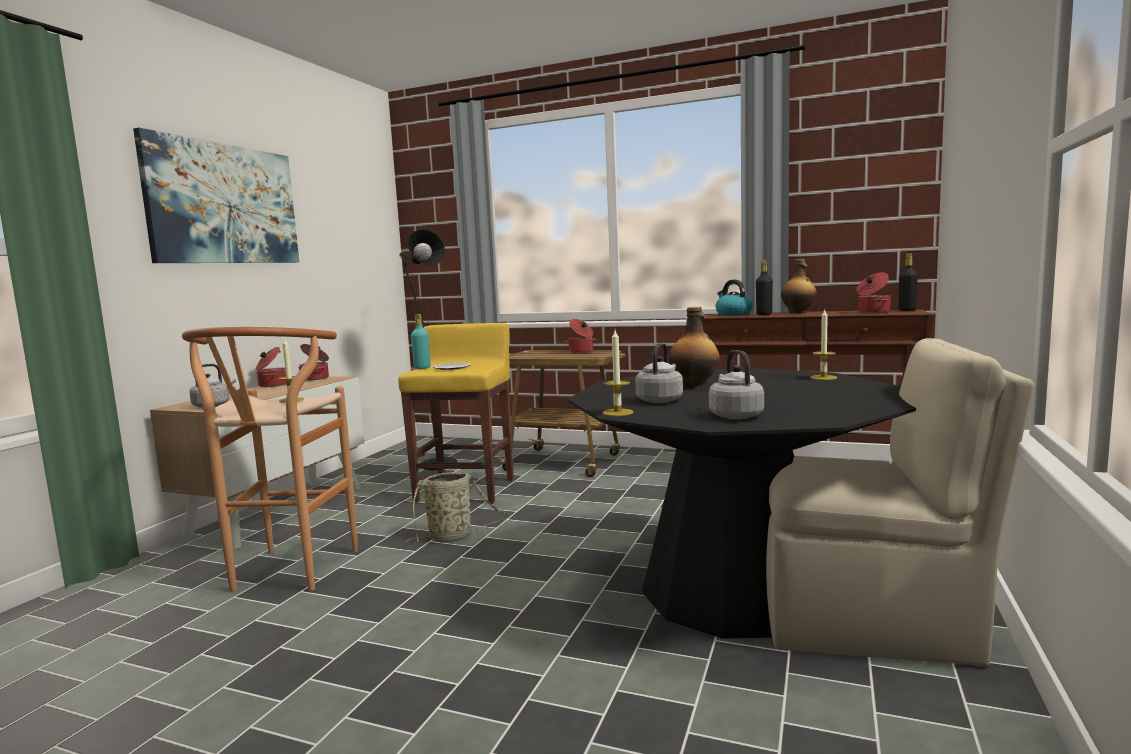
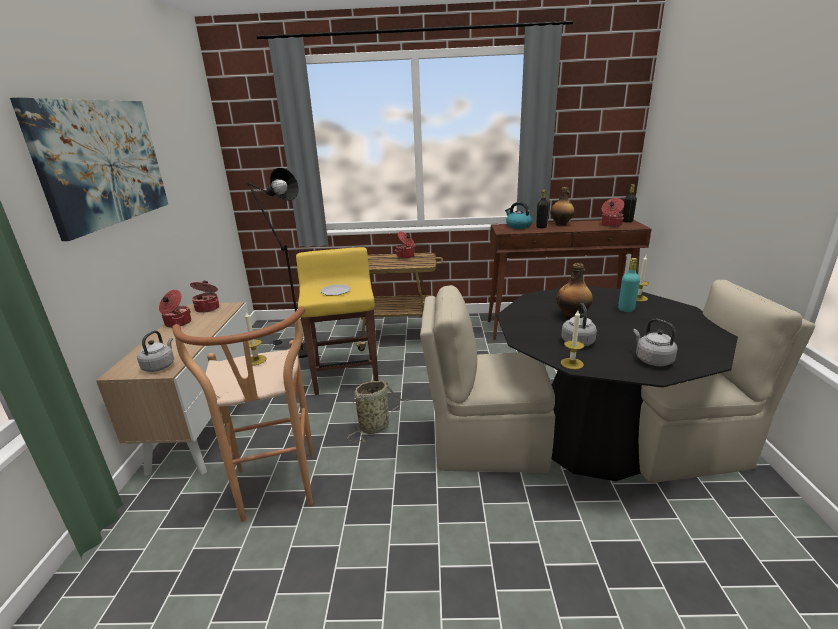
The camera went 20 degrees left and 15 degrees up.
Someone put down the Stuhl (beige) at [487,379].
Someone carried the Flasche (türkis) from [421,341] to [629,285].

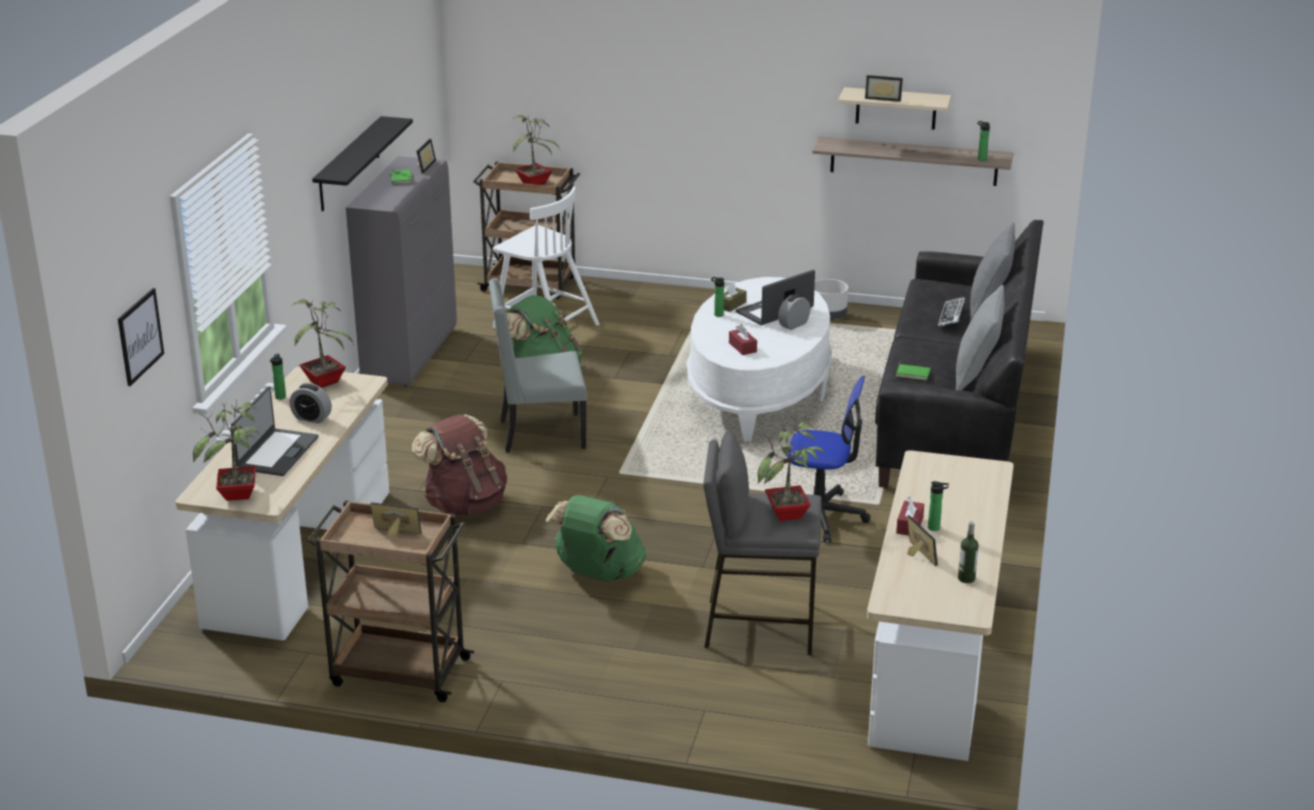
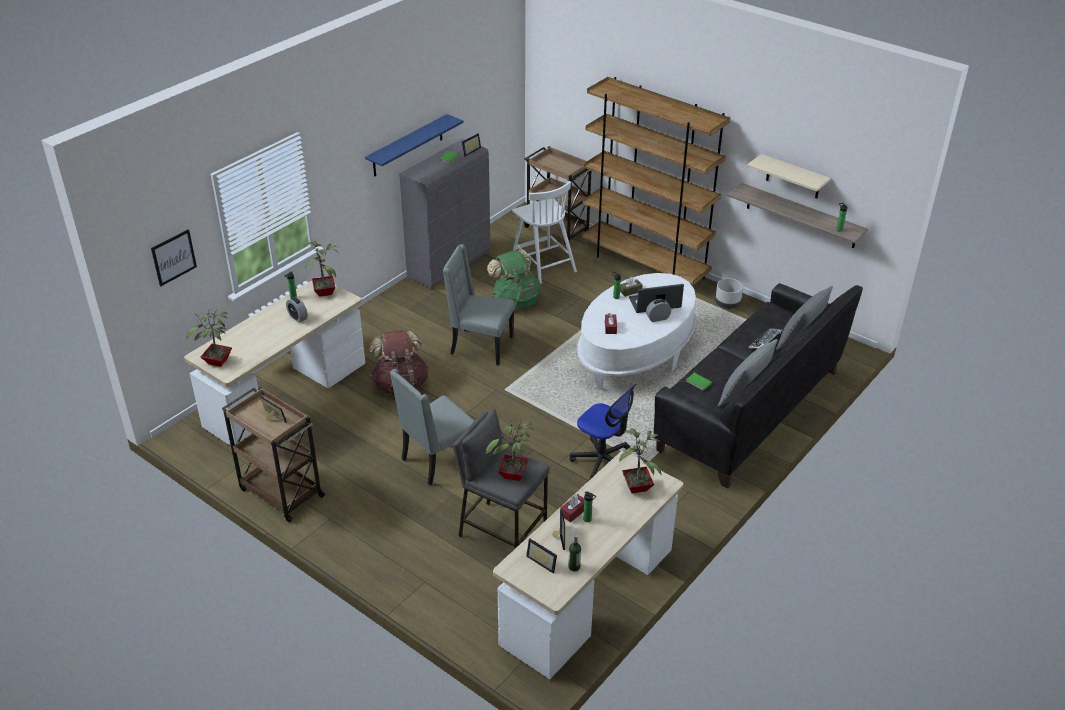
The camera went 25 degrees right and 10 degrees up.
Someone repainted the Wandregal (schwarz) at [362,163], which became the Wandregal (blau) at [414,145].
Someone swapped the Rucksack (grün) at [596,538] for the Stuhl (grau) at [432,427].
Someone carried the Bilderrahmen from [884,88] to [541,555].
Someone put down the Bücherregal (braun) at [655,181].
Someone carried the Topfpflanze from [535,150] to [640,460].
Someone took away the Laptop at [274,431].

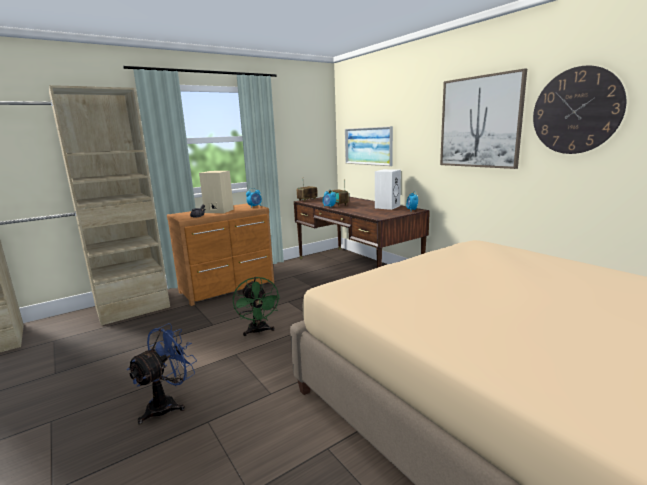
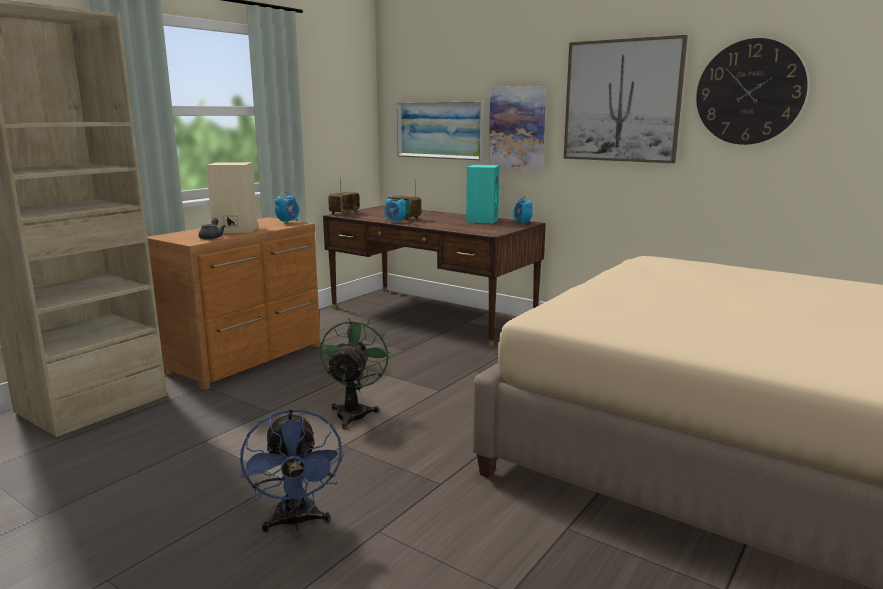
The camera went 20 degrees left and 0 degrees up.
Someone rotated the Ventilator (blau) at [162,373] by 150 degrees clockwise.
Someone rotated the Ventilator (grün) at [256,306] by 135 degrees counterclockwise.
Someone repainted the Lautsprecher (weiß) at [388,189], which became the Lautsprecher (türkis) at [483,194].
Someone put up the Bild at [517,128].

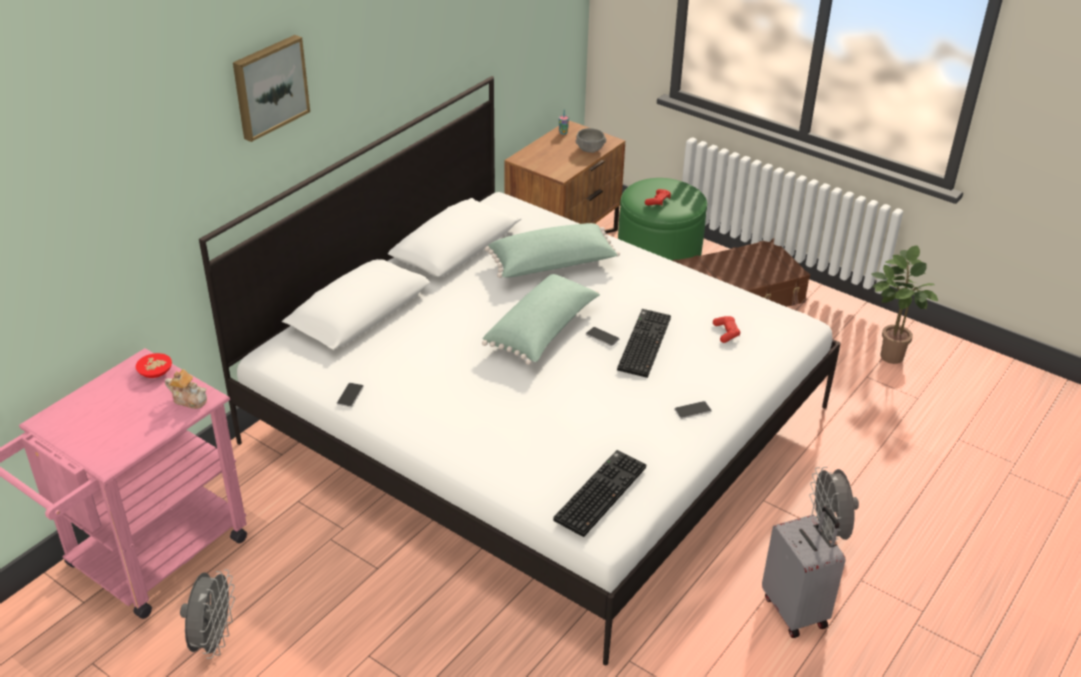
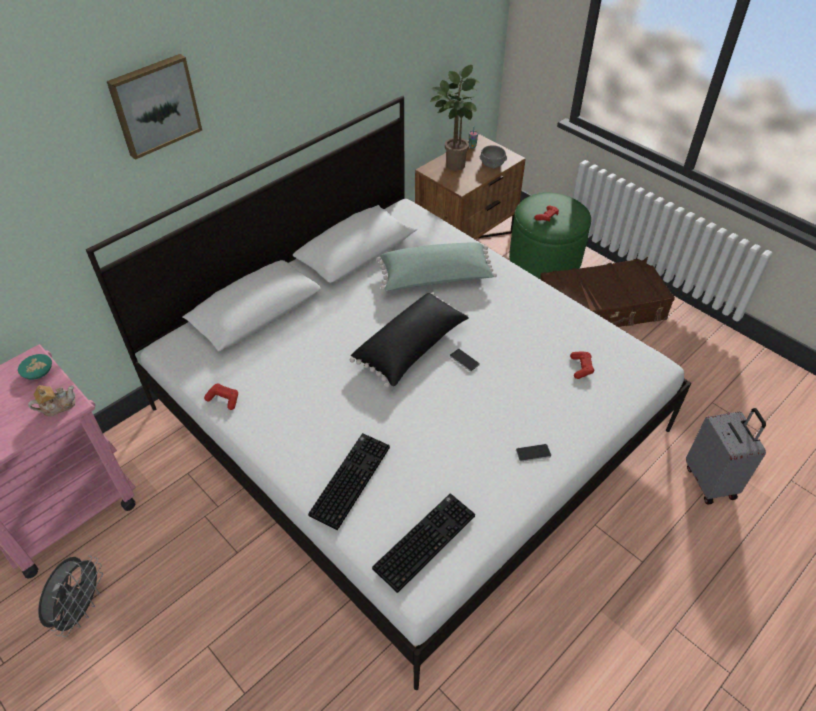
The camera went 10 degrees right and 10 degrees up.
Someone repainted the Schüssel (rot) at [154,365], which became the Schüssel (türkis) at [35,367].
Someone rotated the Teekanne at [186,389] by 60 degrees counterclockwise.
Someone swapped the Handy at [350,395] for the Gamepad (rot) at [221,396].
Someone carried the Tastatur from [644,343] to [349,481].
Someone repainted the Kissen (grün) at [541,319], which became the Kissen (schwarz) at [409,340].
Someone carried the Topfpflanze from [904,305] to [455,118].
Someone carried the Koffer (grau) from [803,572] to [726,456].
Someone took away the Ventilator (grau) at [834,504].

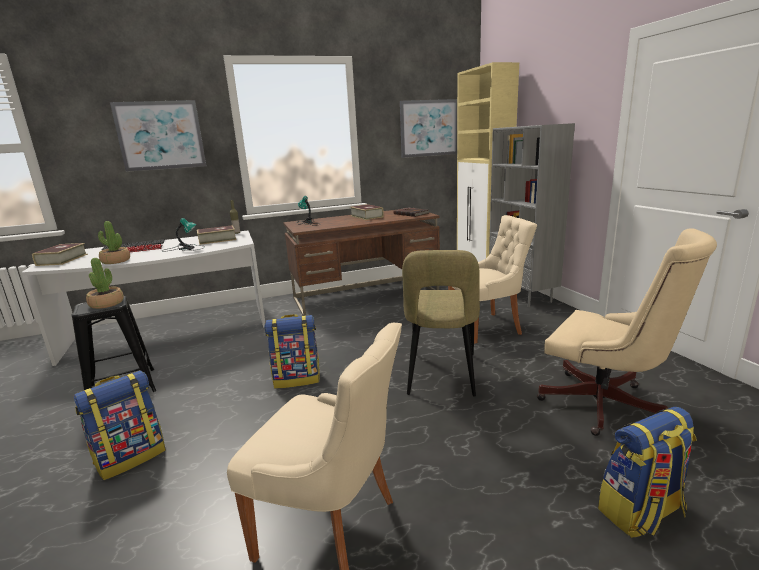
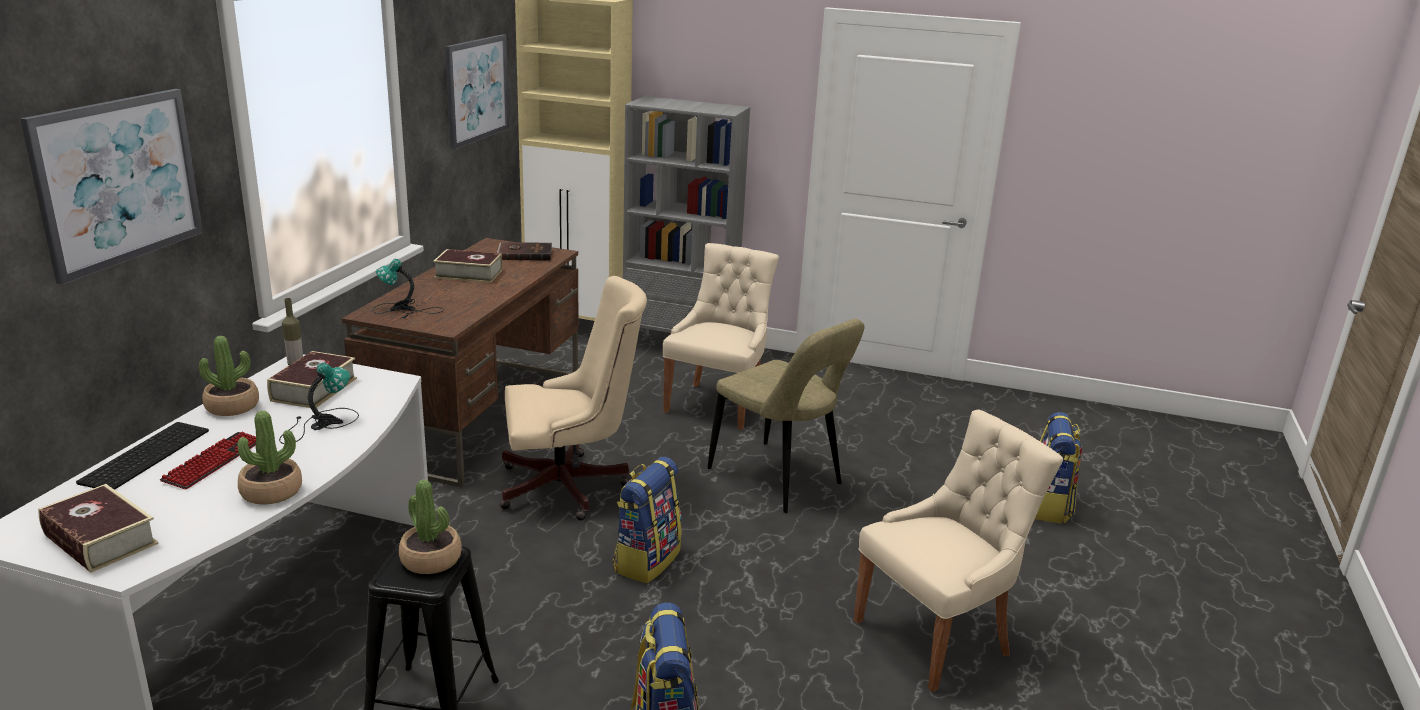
The camera went 55 degrees left and 5 degrees up.
Someone put down the Topfpflanze at [229,376].
Someone carried the Bürostuhl (beige) from [627,332] to [573,398].

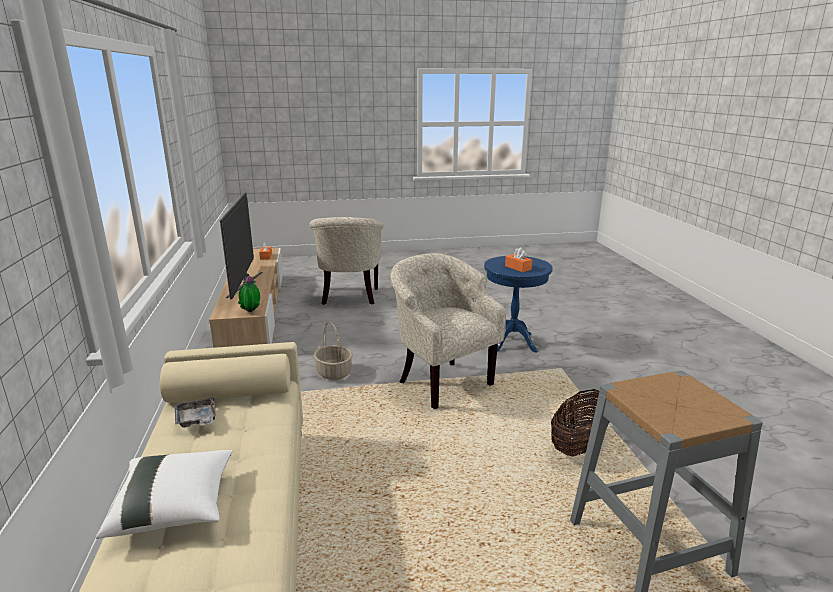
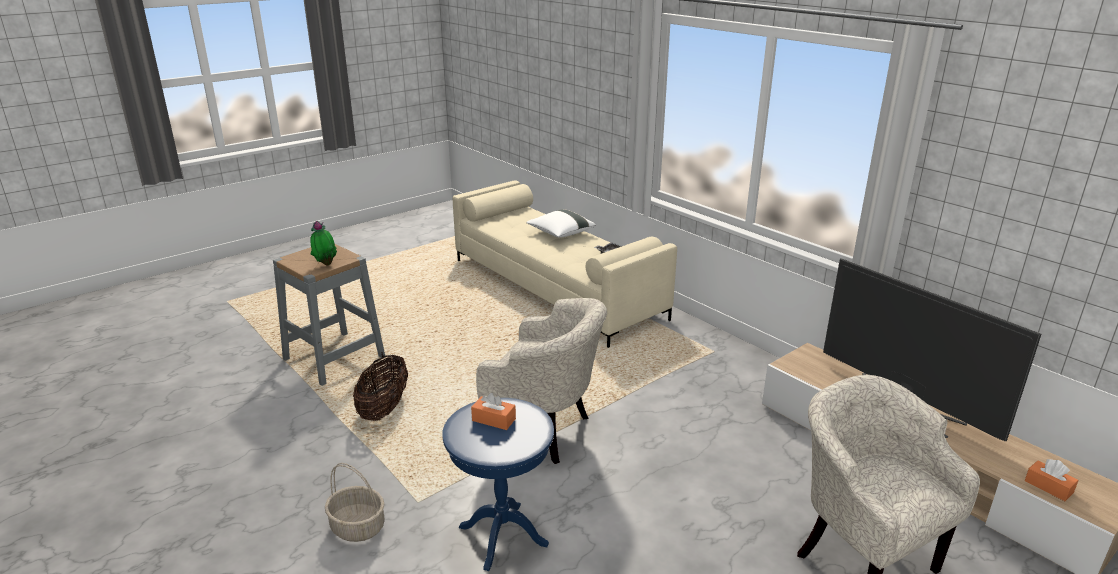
The camera went 150 degrees right and 5 degrees up.
Someone carried the Topfpflanze from [249,294] to [323,243].
Someone carried the Korb from [333,350] to [355,502].

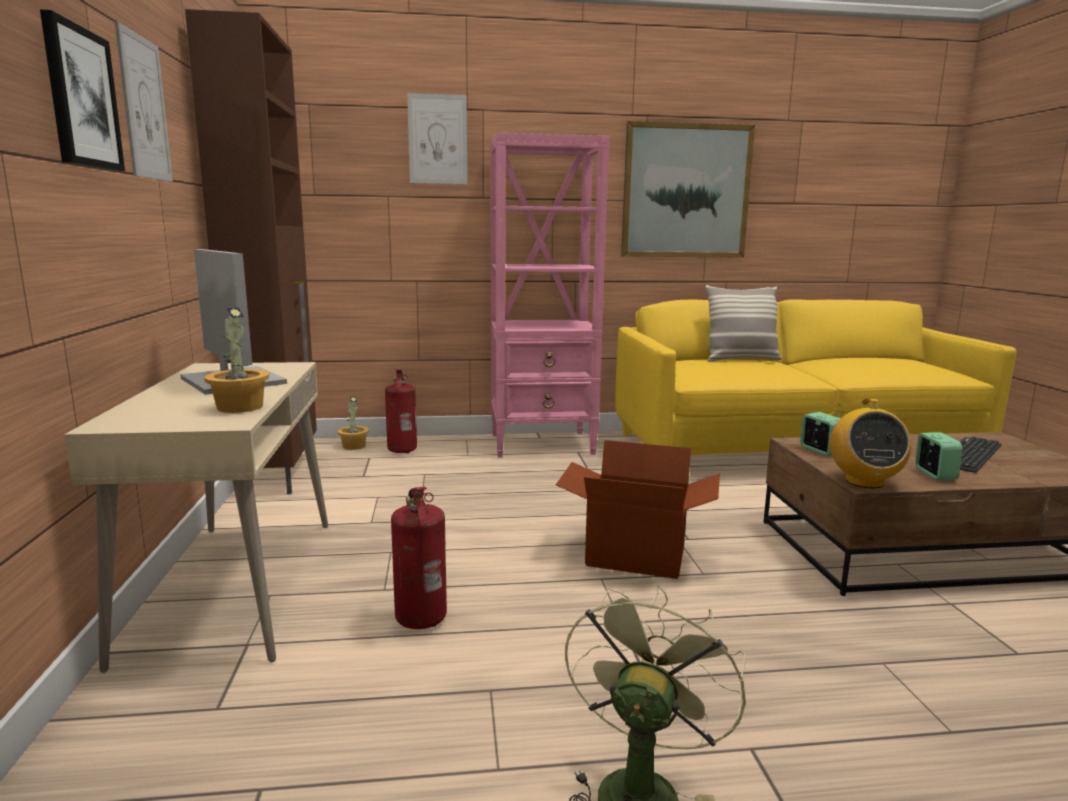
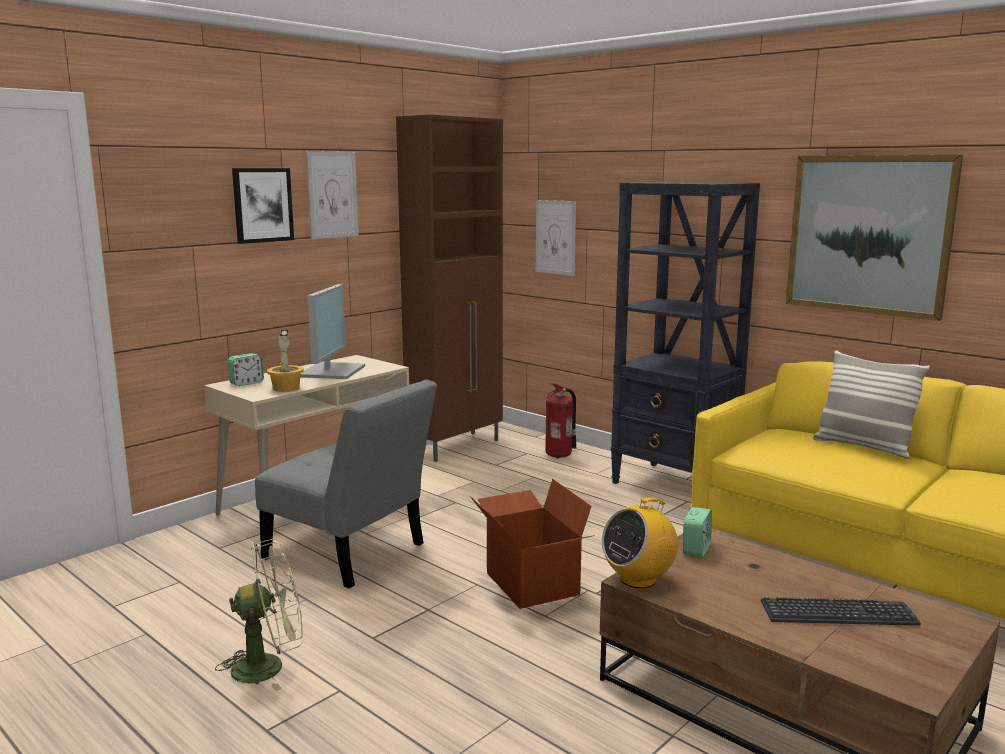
The camera went 50 degrees right and 0 degrees up.
Someone carried the Wecker from [939,456] to [245,369].
Someone swapped the Feuerlöscher at [419,558] for the Stuhl (grau) at [346,484].
Someone carried the Bild from [437,138] to [556,238].
Someone repainted the Bücherregal (rosa) at [550,294], which became the Bücherregal (schwarz) at [685,333].
Someone took away the Topfpflanze at [353,423].

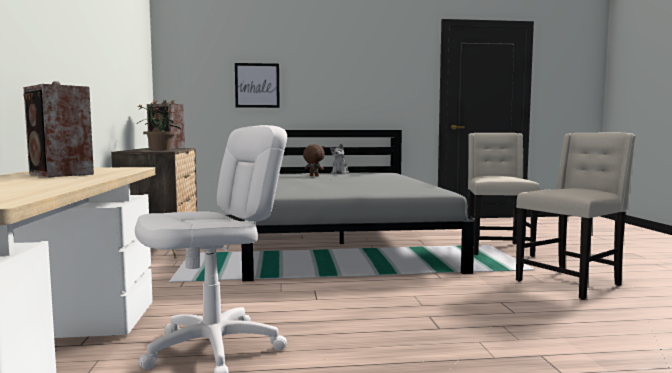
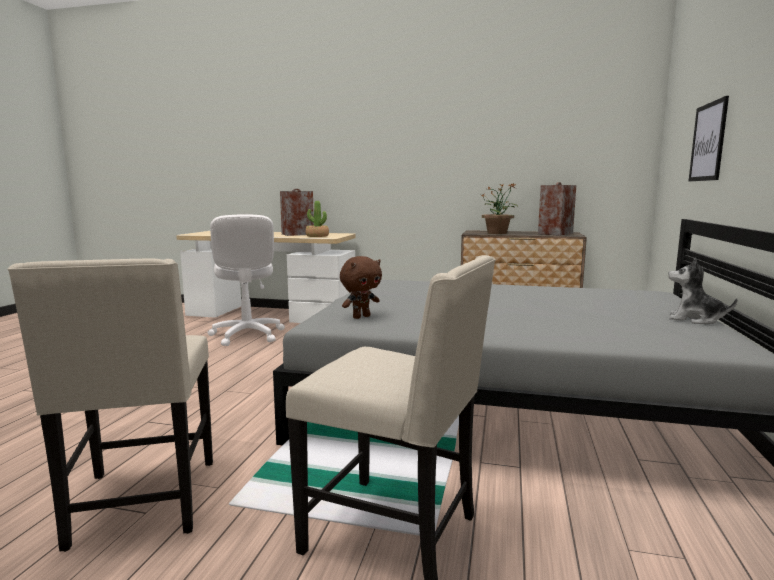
The camera went 110 degrees right and 5 degrees up.
Someone put down the Topfpflanze at [317,219].
Someone carried the Plüschtier (braun) from [314,160] to [361,287].

